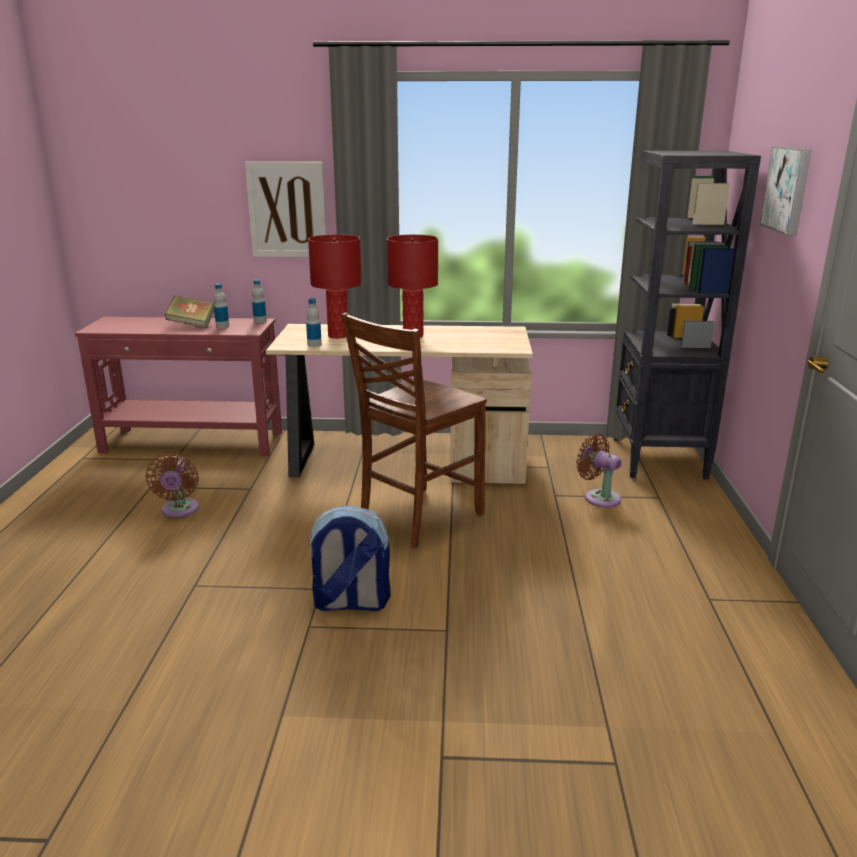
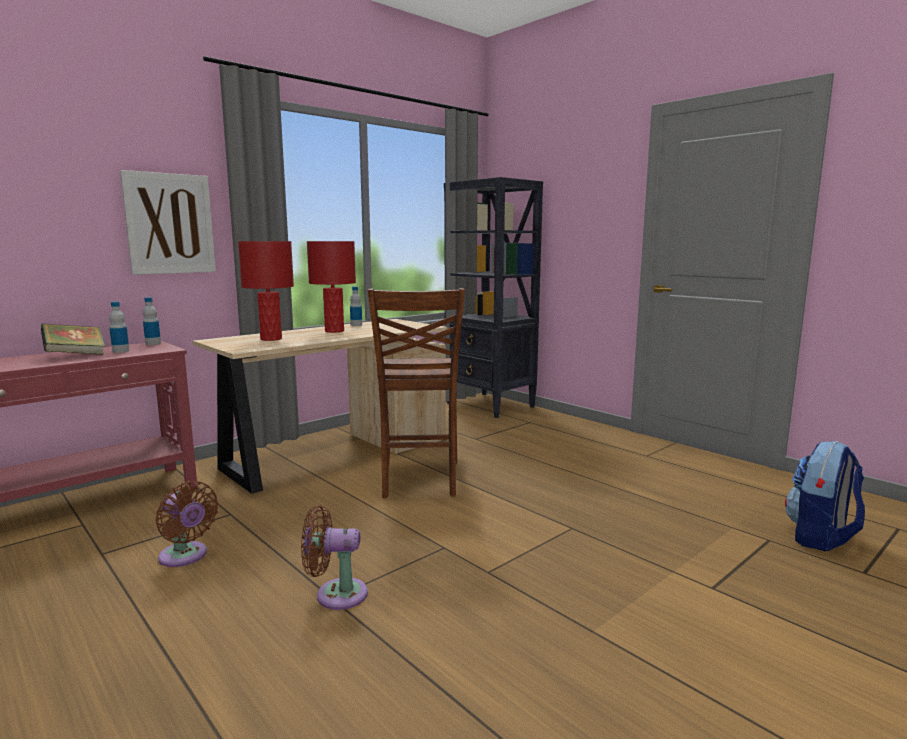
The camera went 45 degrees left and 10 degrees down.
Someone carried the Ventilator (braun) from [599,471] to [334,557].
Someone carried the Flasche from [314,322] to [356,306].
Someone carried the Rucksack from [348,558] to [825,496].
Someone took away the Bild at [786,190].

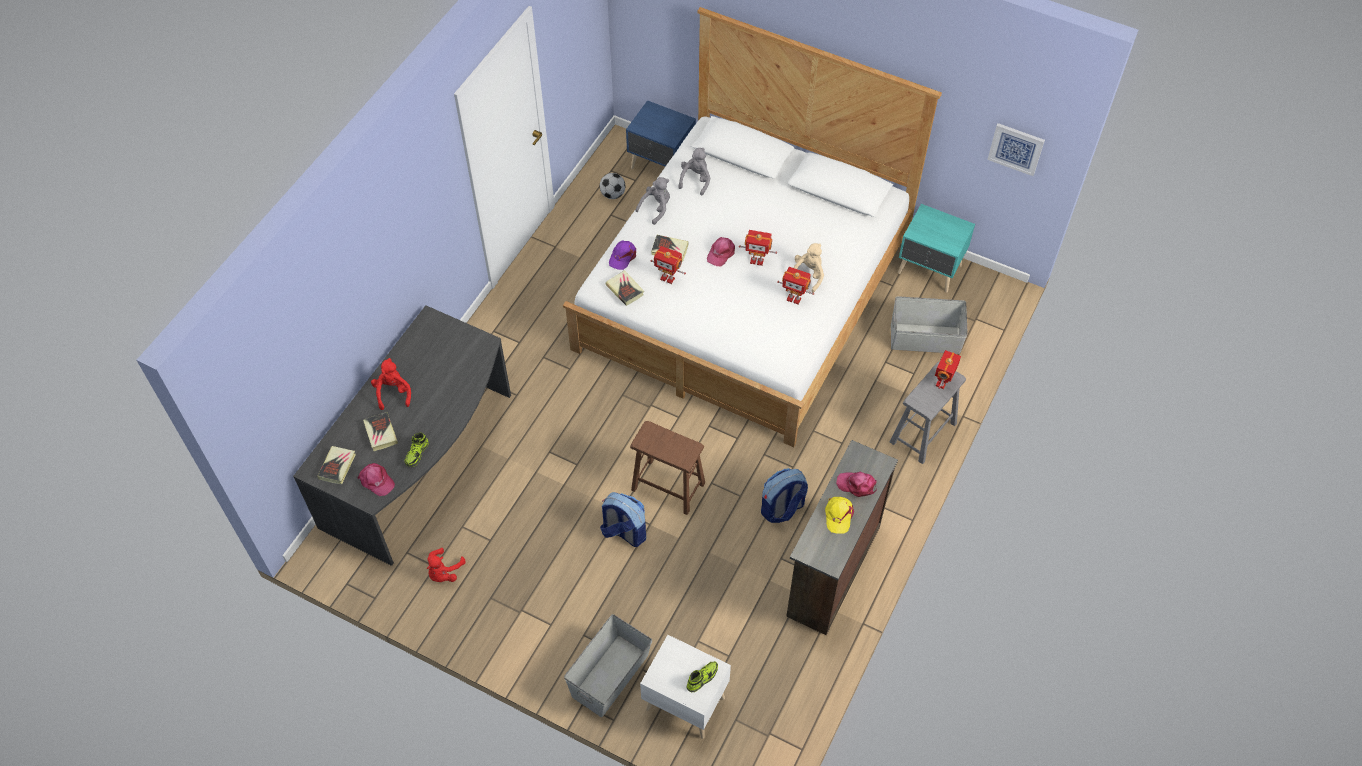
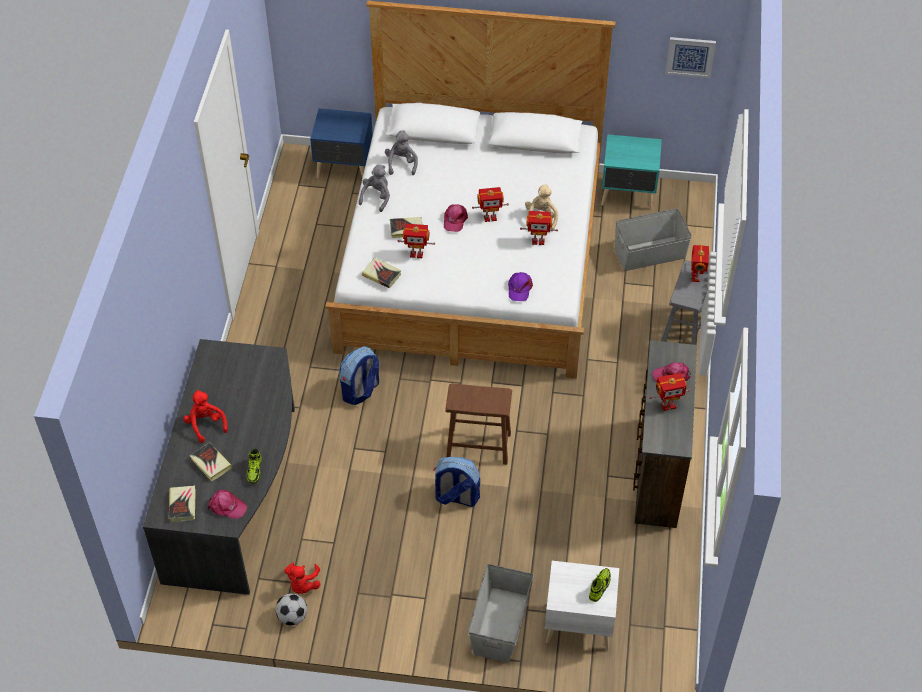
The camera went 20 degrees left and 5 degrees down.
Someone carried the Fußball from [612,186] to [291,609].
Someone carried the Rucksack from [784,495] to [359,375].
Someone carried the Kappe (lila) from [622,255] to [520,286].
Someone swapped the Kappe (gelb) at [839,515] for the Spielzeugroboter at [669,392].

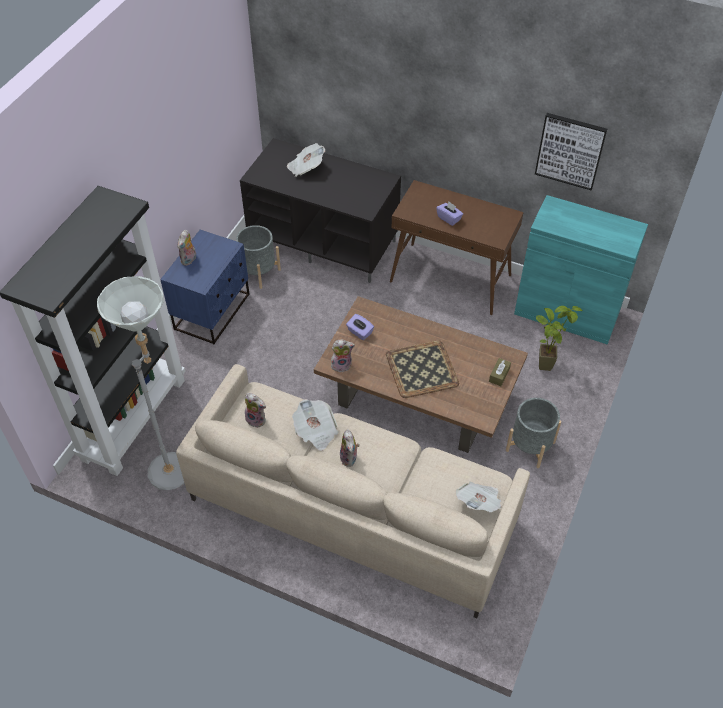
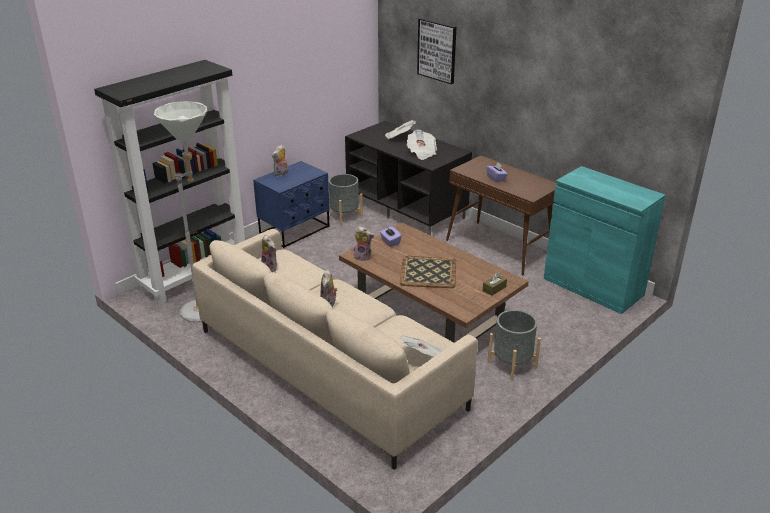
The camera went 20 degrees right and 20 degrees down.
Someone carried the Zeitung from [315,425] to [422,145].
Someone carried the Bild from [571,151] to [436,51].
Someone took away the Topfpflanze at [559,338].

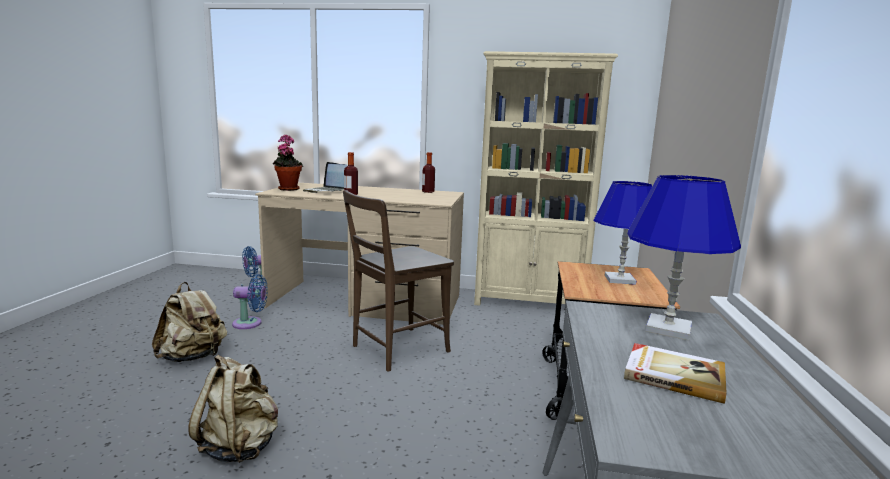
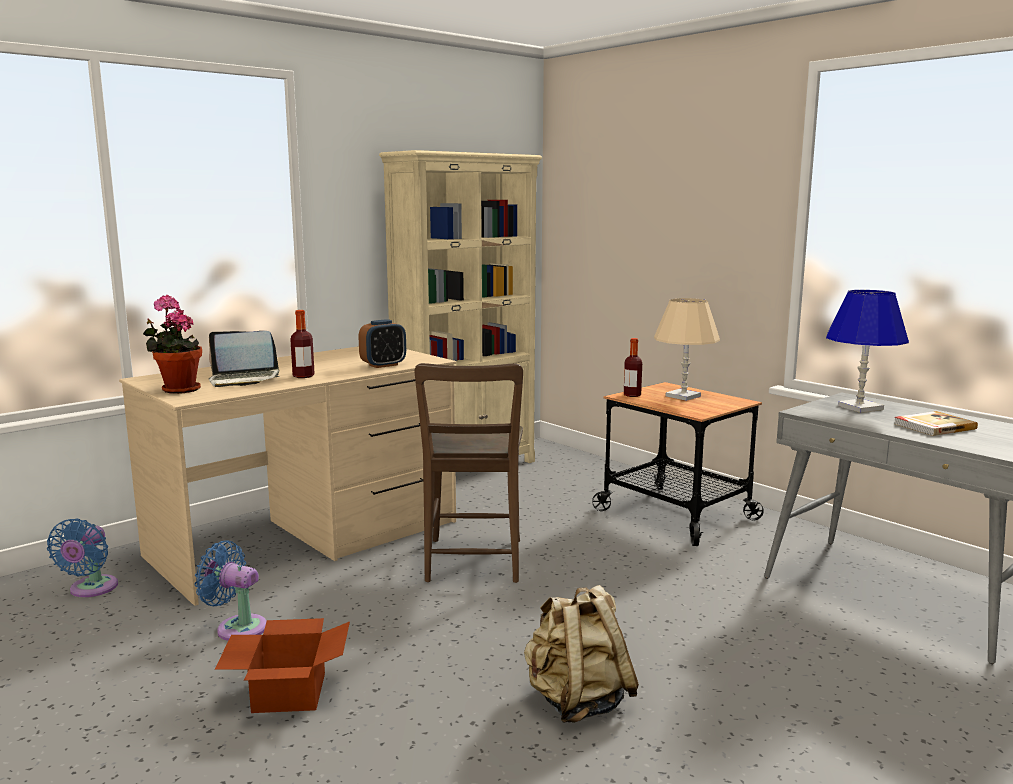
The camera went 50 degrees left and 0 degrees up.
Someone rotated the Ventilator (blau) at [250,301] by 105 degrees counterclockwise.
Someone swapped the Rucksack (beige) at [189,322] for the Karton at [282,665].
Someone put down the Wecker at [382,343].
Someone carried the Flasche from [428,172] to [633,367].
Someone repainted the Tischlampe (blau) at [623,233], which became the Tischlampe (beige) at [687,349].

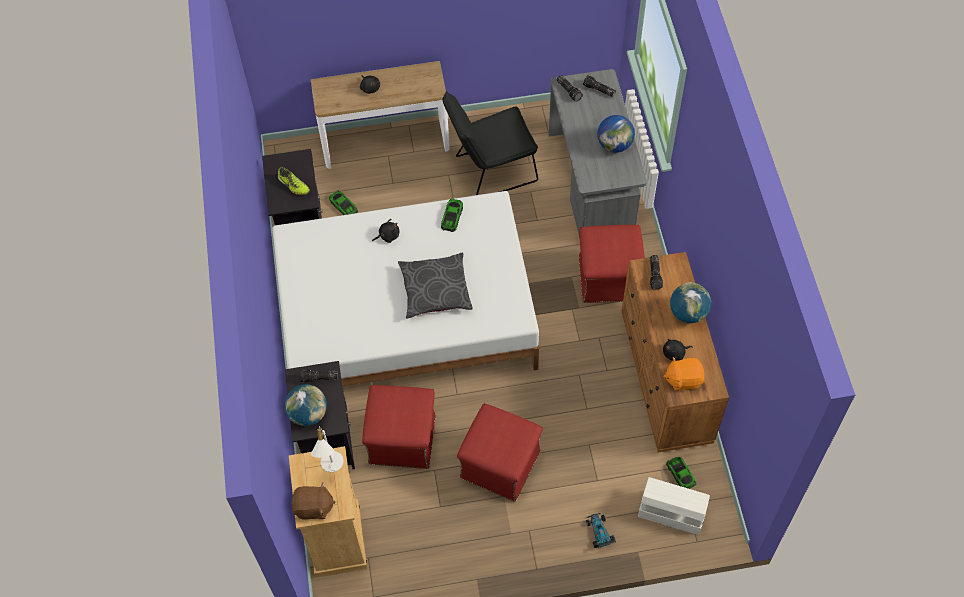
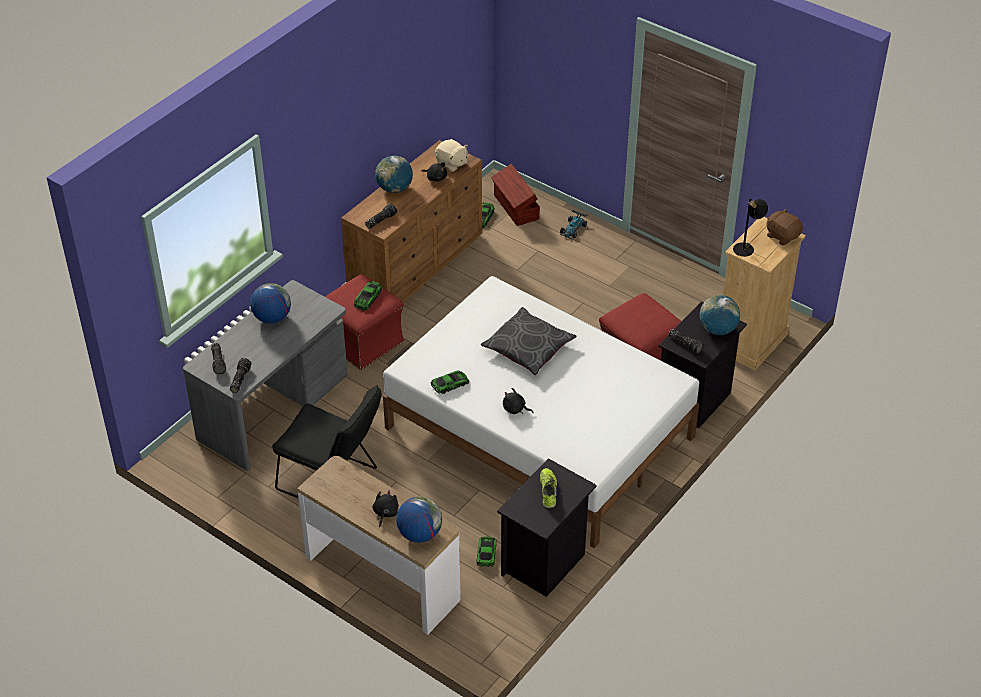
The camera went 135 degrees left and 15 degrees down.
Someone put down the Spielzeugauto at [368,295].
Someone put down the Globus at [419,520].
Someone repainted the Plüschtier (orange) at [683,374], which became the Plüschtier (beige) at [451,155].
Someone repainted the Aufbewahrungsbox (weiß) at [674,506], which became the Aufbewahrungsbox (braun) at [515,195].
Someone repainted the Tischlampe (weiß) at [327,449], which became the Tischlampe (schwarz) at [750,227].
Someone took away the Polsterhocker (rot) at [500,452].

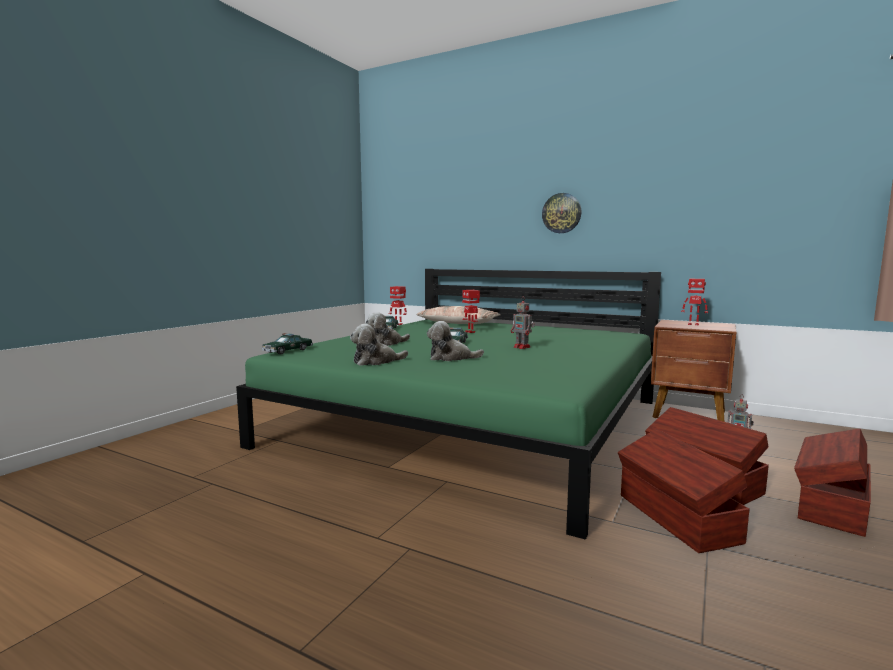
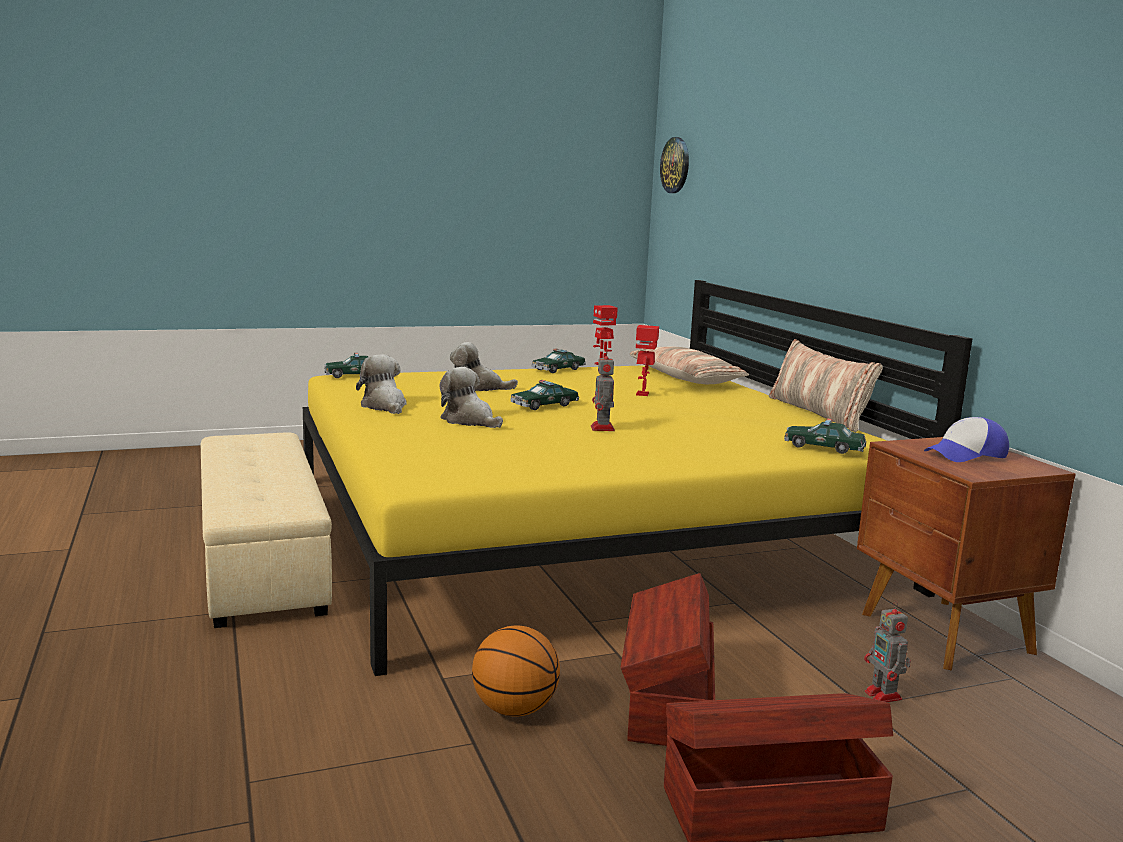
The camera went 40 degrees right and 5 degrees up.
Someone put down the Polsterhocker (beige) at [266,530].
Someone repainted the Bett (grün) at [448,404], which became the Bett (gelb) at [638,478].
Someone rotated the Plüschtier at [379,345] by 45 degrees clockwise.
Someone swapped the Aufbewahrungsbox (braun) at [683,491] for the Basketball at [516,671].
Someone carried the Wanduhr from [562,213] to [674,165].
Someone put down the Kissen at [826,385].
Someone put down the Spielzeugauto at [825,436].
Someone swapped the Spielzeugroboter at [694,302] for the Kappe at [966,439].

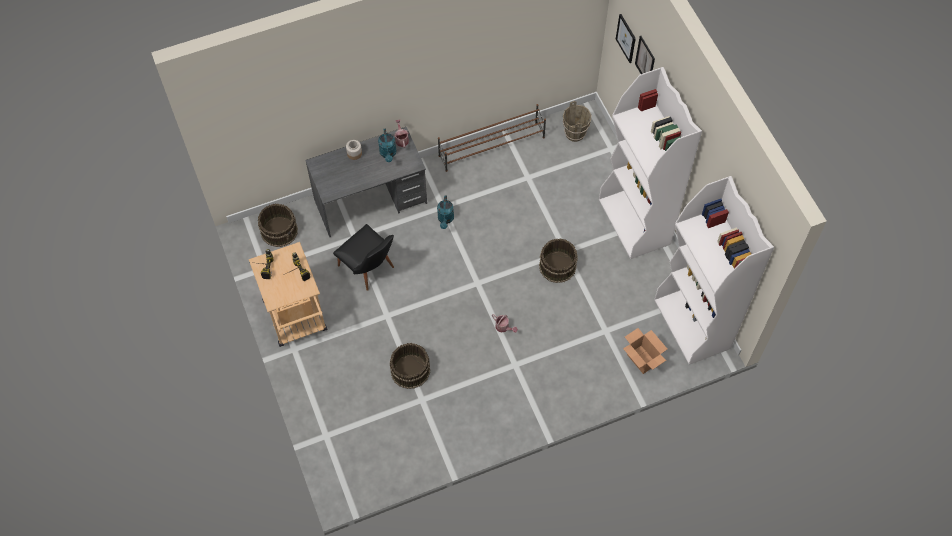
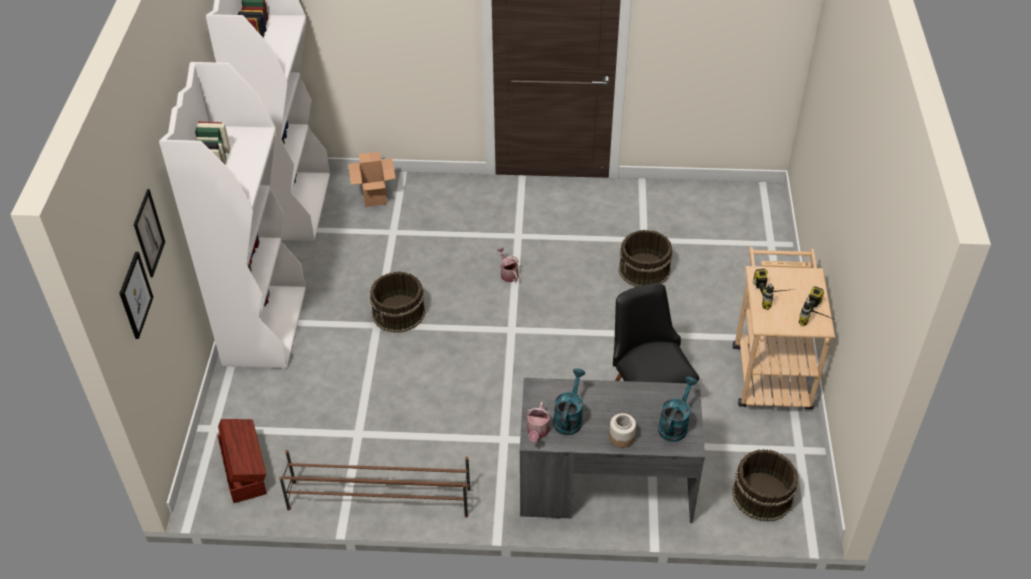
The camera went 155 degrees left and 15 degrees down.
Someone swapped the Eimer (braun) at [577,121] for the Aufbewahrungsbox (braun) at [242,461].
Someone carried the Gießkanne (türkis) from [445,212] to [677,409].

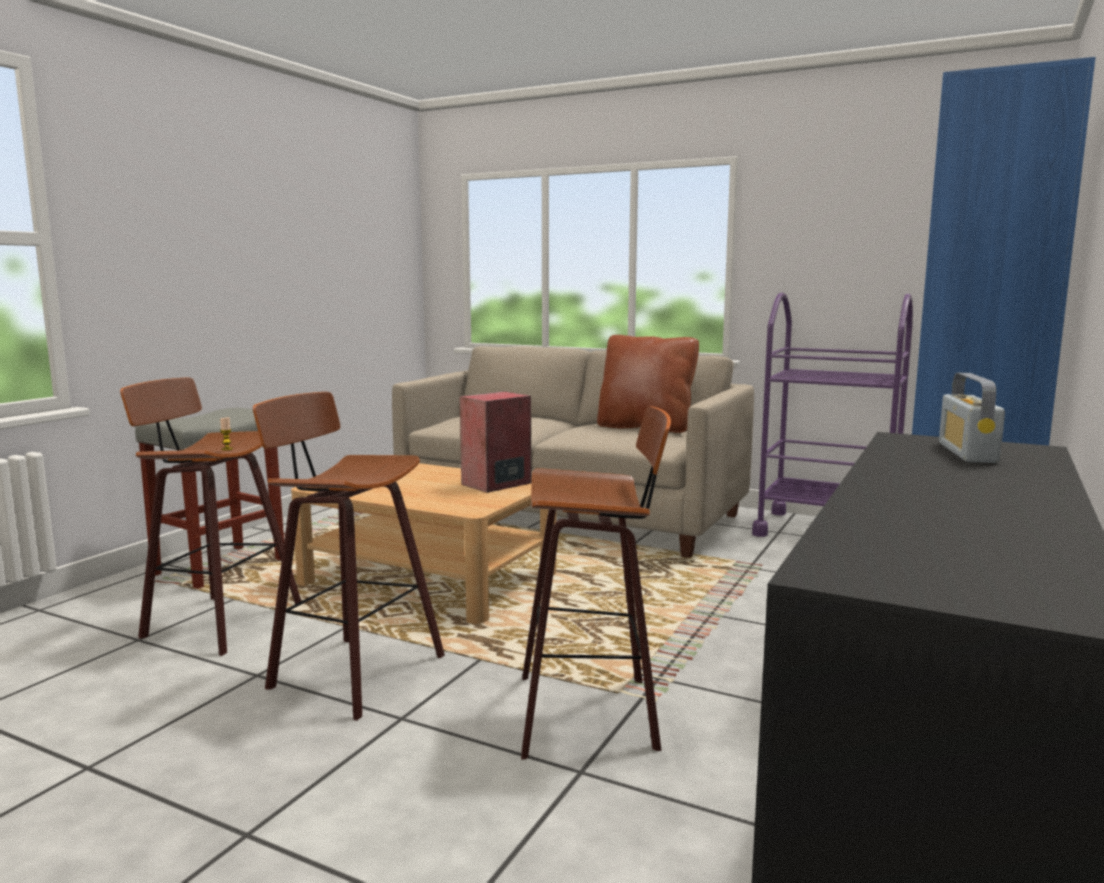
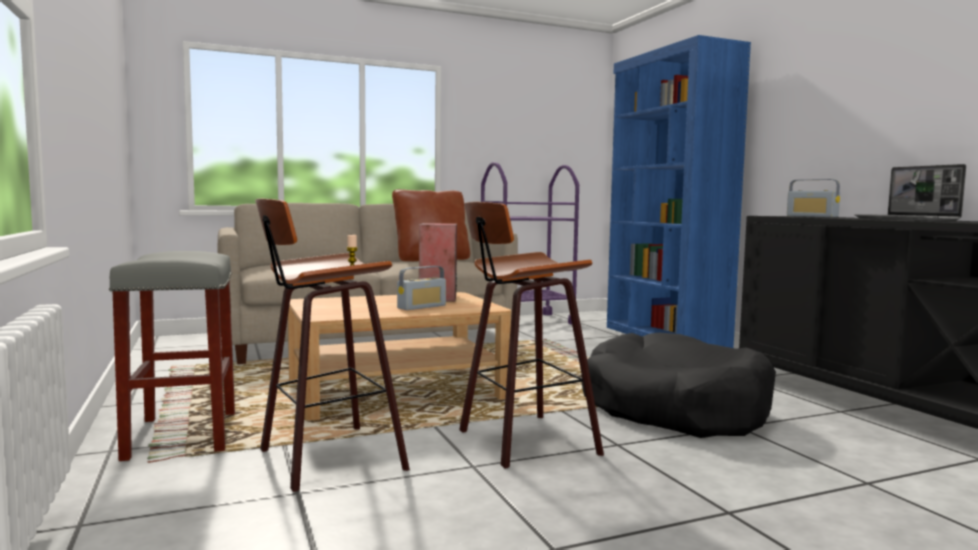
The camera went 50 degrees left and 5 degrees down.
Someone put down the Radio at [421,288].
Someone swapped the Hocker at [596,583] for the Hundebett (schwarz) at [678,385].
Someone put down the Laptop at [910,192].

